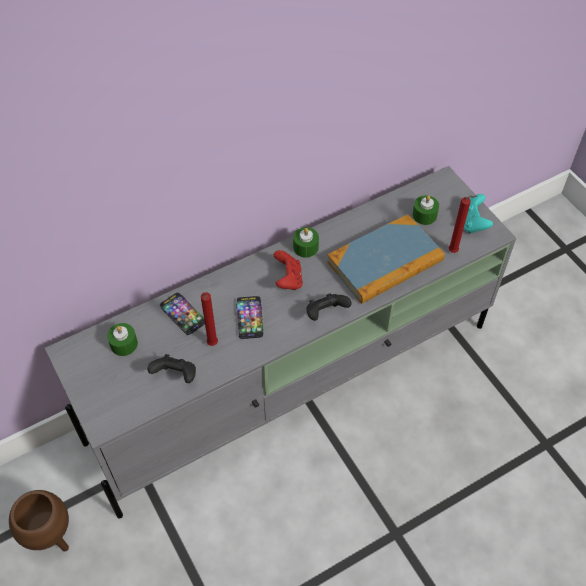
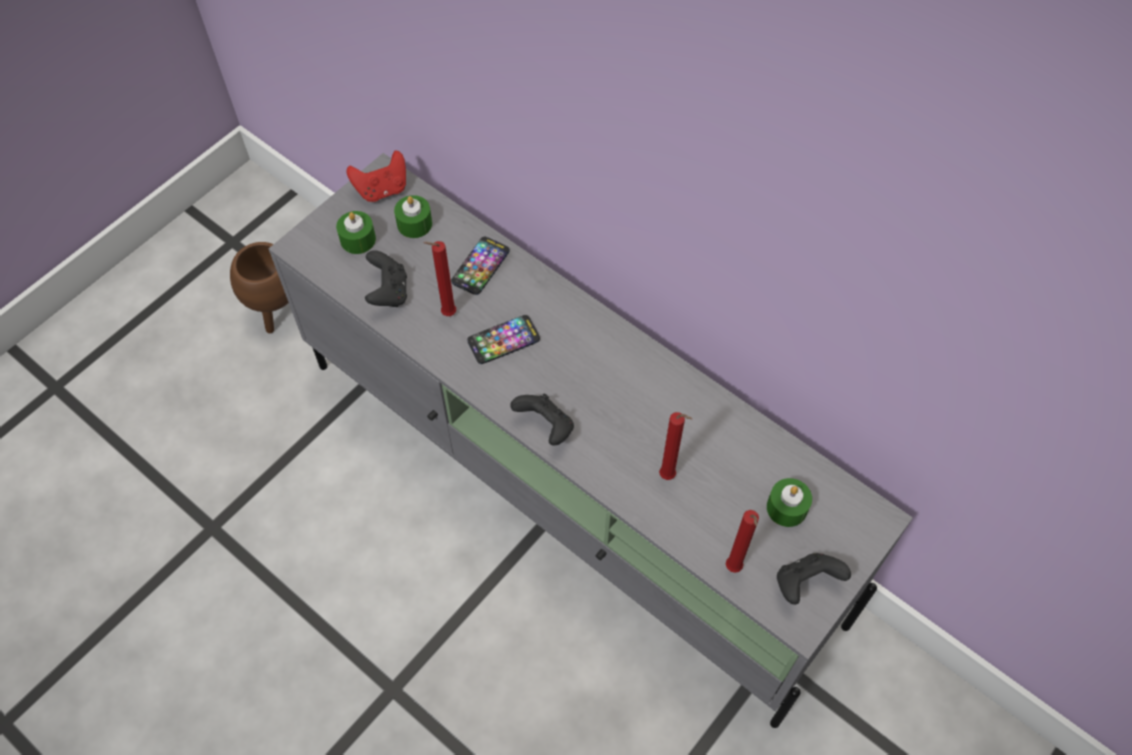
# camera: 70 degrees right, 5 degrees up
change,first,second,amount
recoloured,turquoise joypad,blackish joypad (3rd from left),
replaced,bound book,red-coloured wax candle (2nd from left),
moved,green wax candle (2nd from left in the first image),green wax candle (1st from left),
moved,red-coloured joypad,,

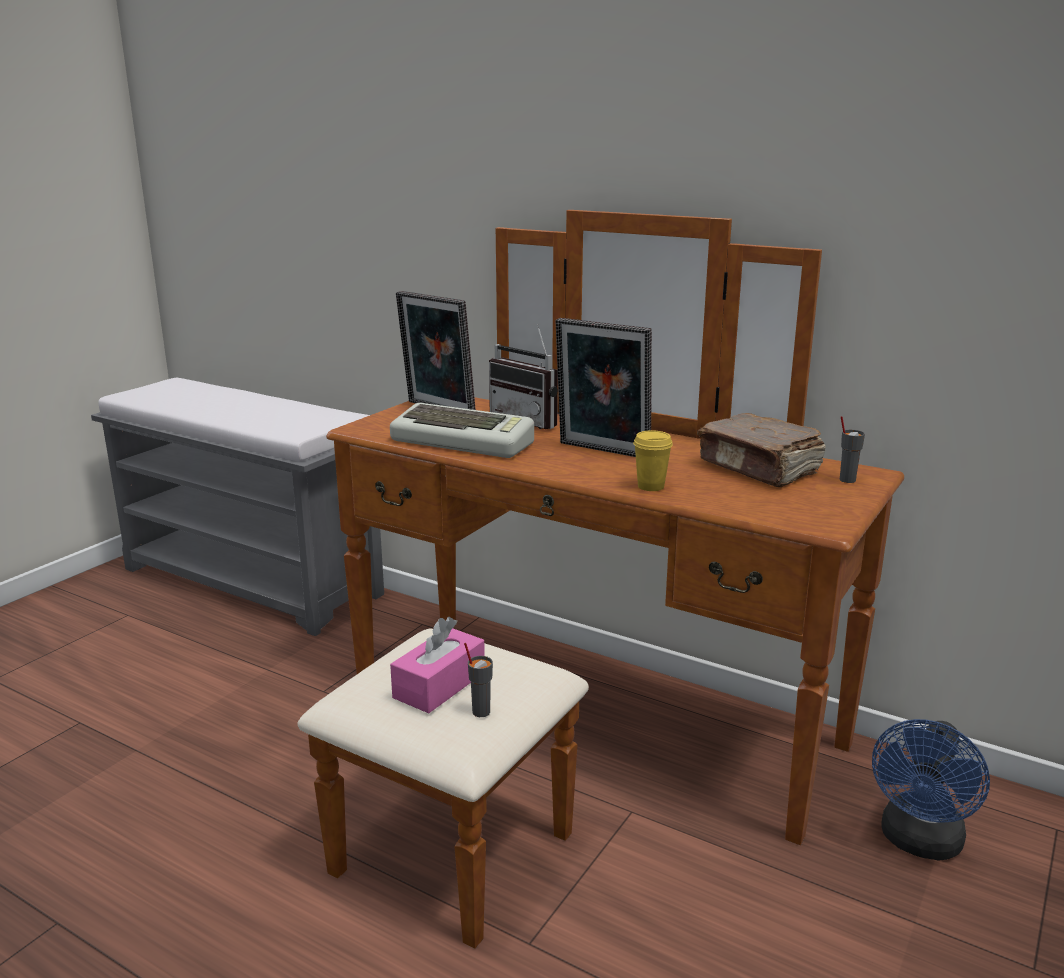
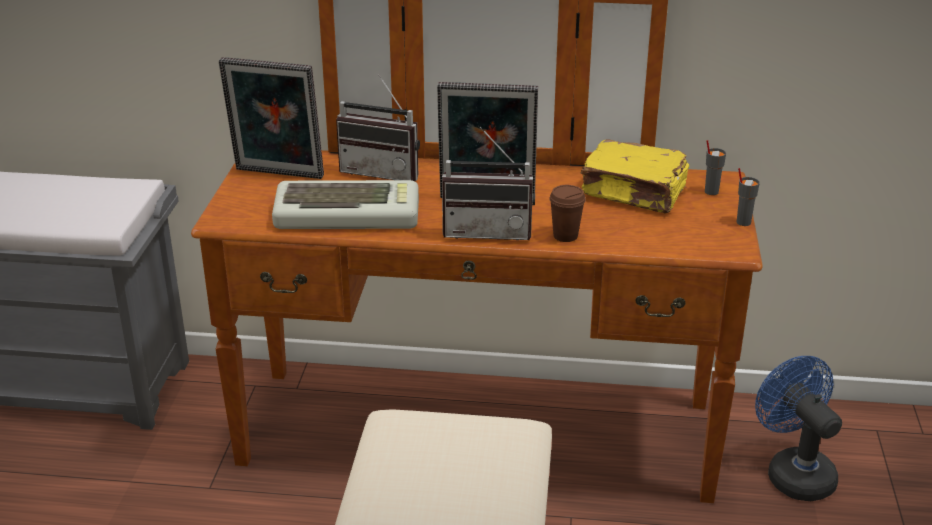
# camera: 25 degrees left, 10 degrees up
change,first,second,amount
recoloured,brown bound book,yellow-coloured bound book,
recoloured,yellow-coloured cup,brown cup,
removed,pink tissue holder,,
moved,greyish cup (1st from left in the first image),greyish cup (2nd from left),
turned,blue electric fan,,150 degrees clockwise
added,,radio set (2nd from left),

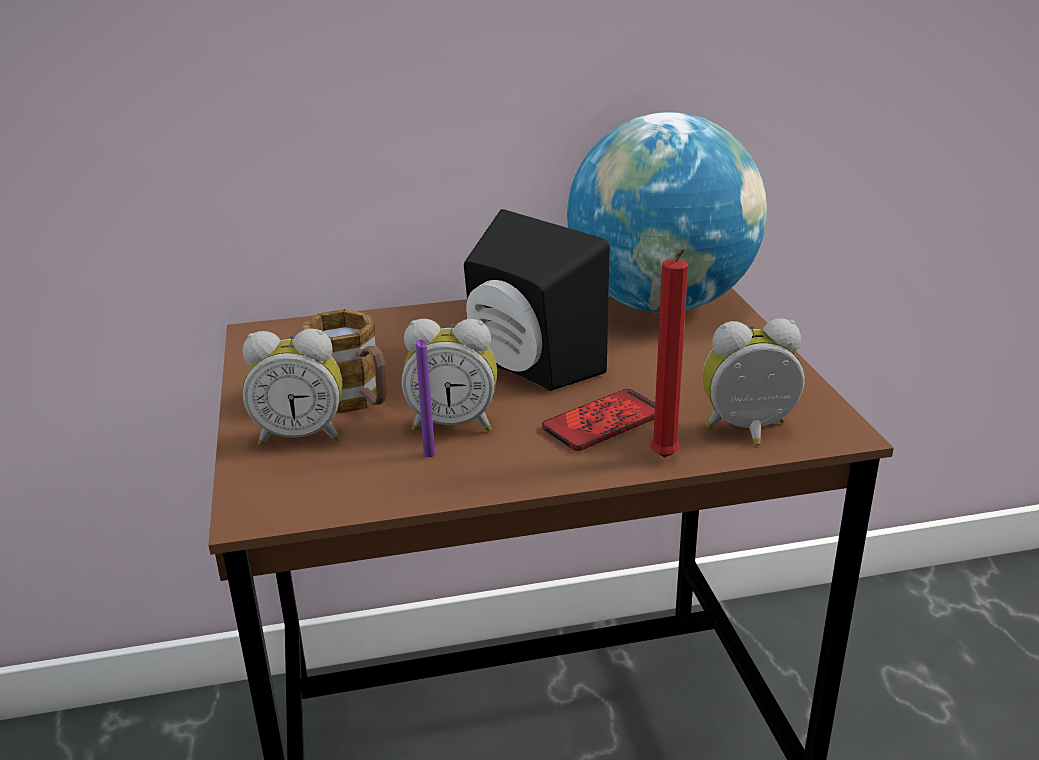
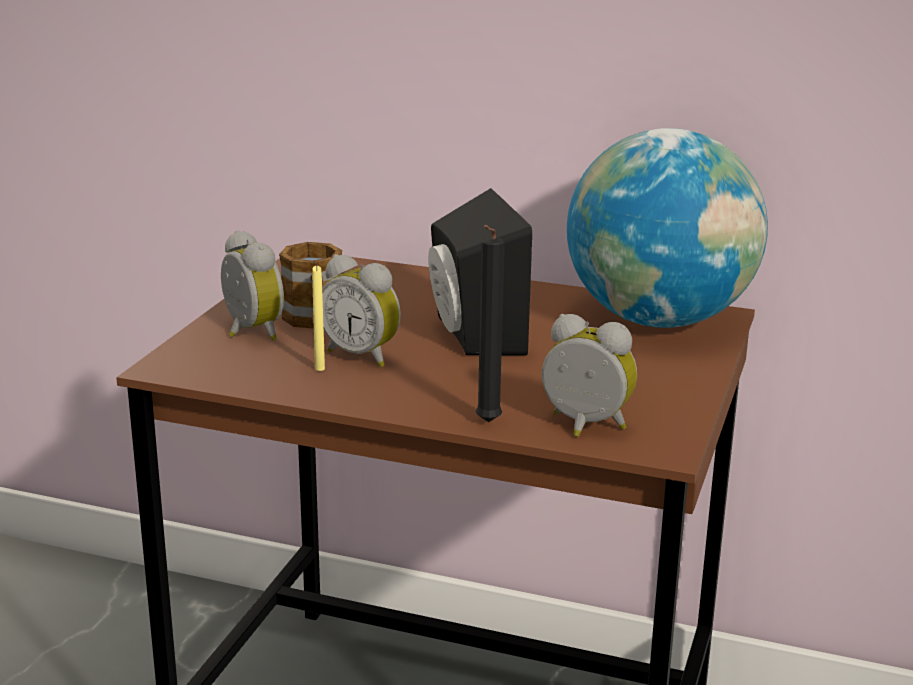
# camera: 30 degrees right, 5 degrees down
change,first,second,amount
recoloured,red-coloured wax candle,blackish wax candle,
turned,bedside clock (1st from left),,150 degrees counterclockwise
recoloured,purplish wax candle,yellow-coloured wax candle,
removed,handset,,

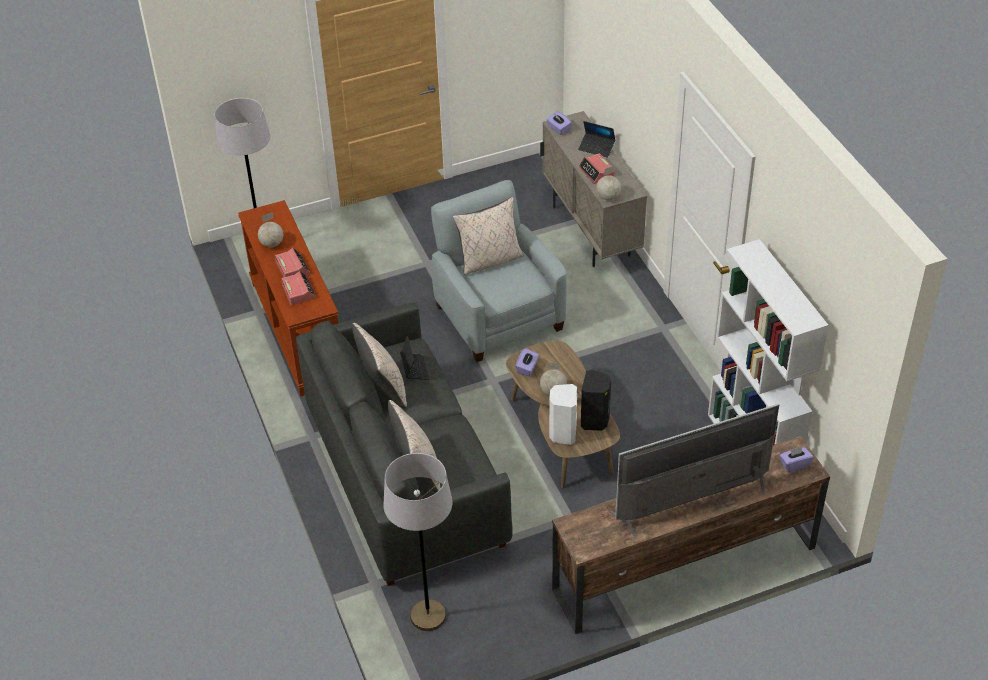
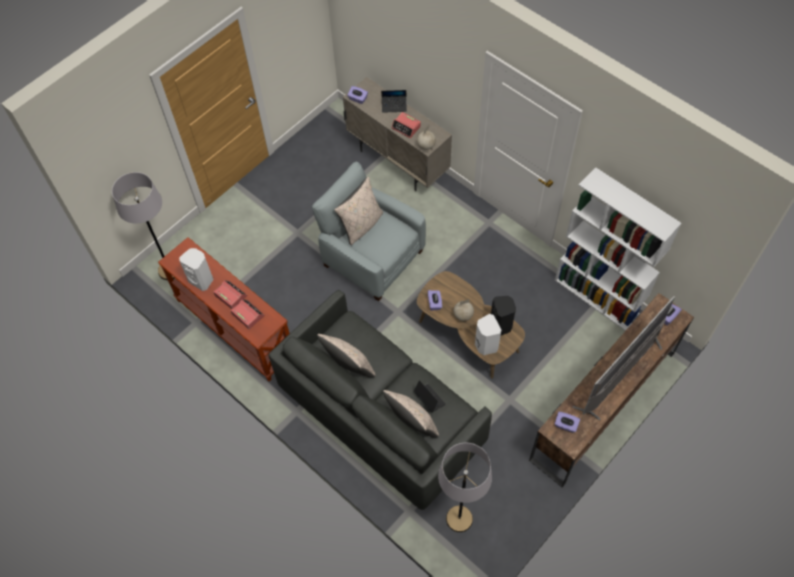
# camera: 25 degrees left, 15 degrees up
change,first,second,amount
replaced,world globe (1st from left),white loudspeaker (1st from left),
moved,laptop (1st from left in the first image),laptop (2nd from left),
added,,purplish tissue holder (3rd from left),

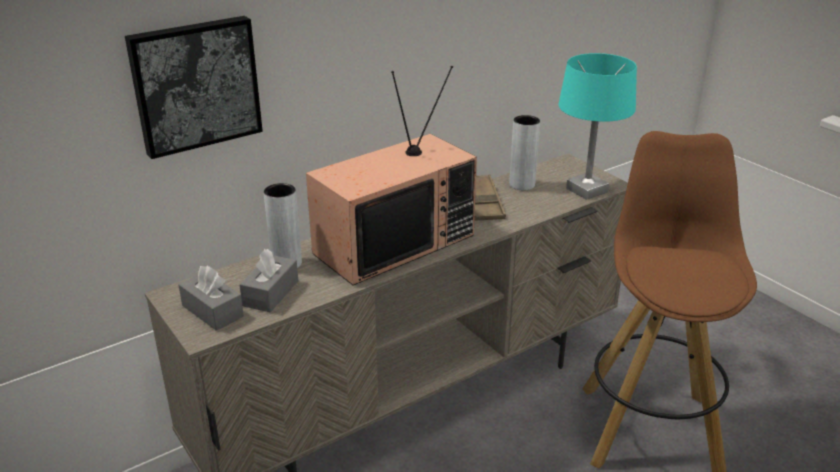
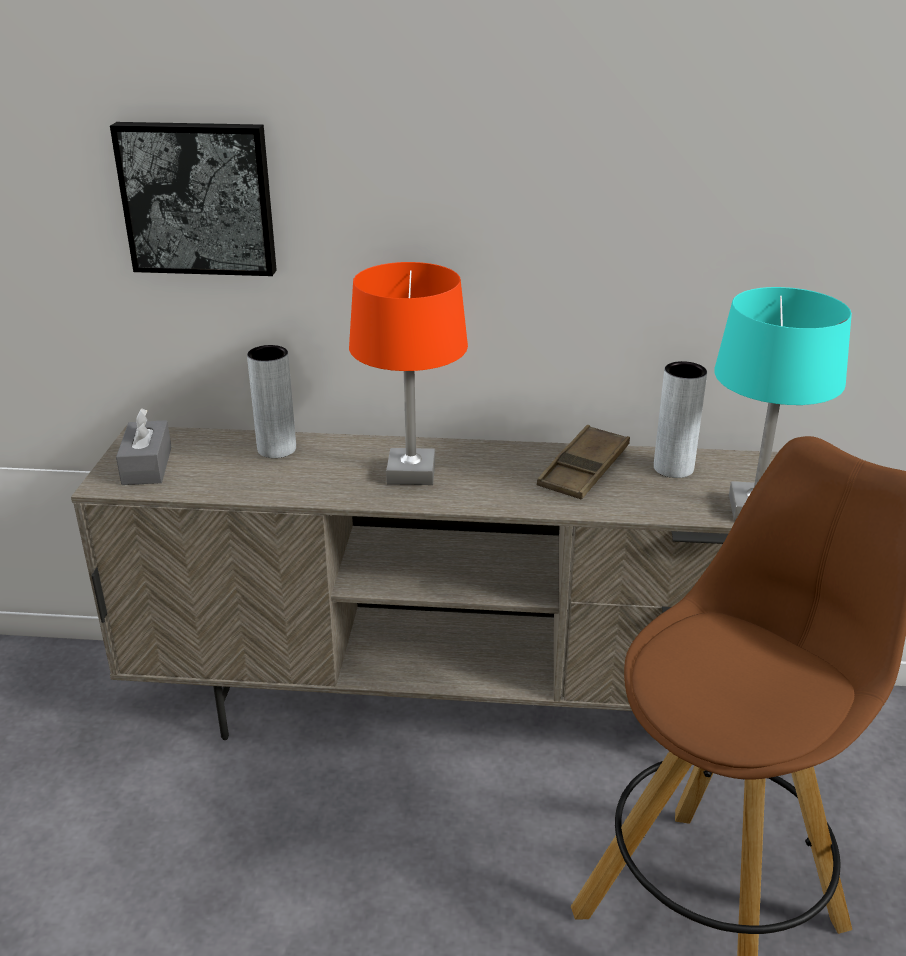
# camera: 40 degrees right, 0 degrees up
change,first,second,amount
replaced,television,orange tabletop lamp,
removed,greyish tissue holder (2nd from left),,

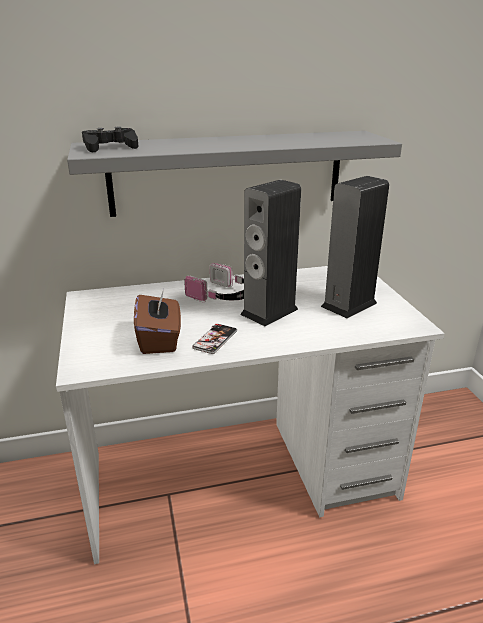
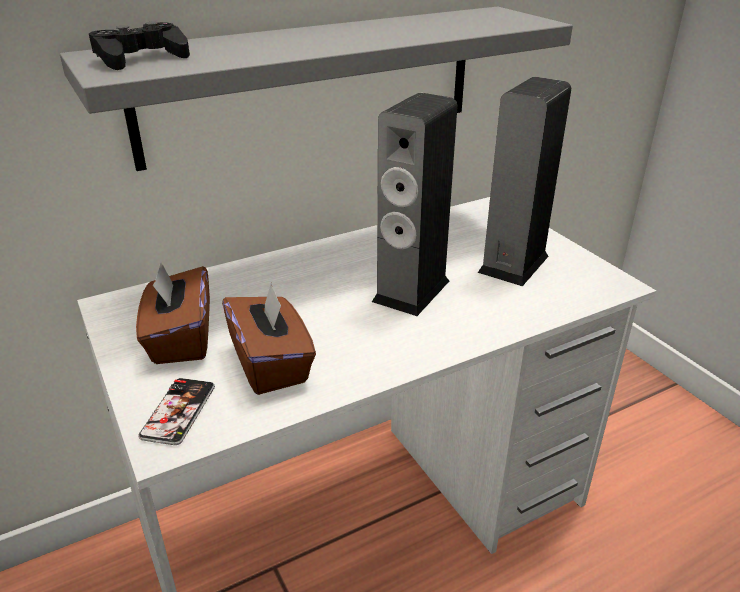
# camera: 15 degrees left, 5 degrees up
change,first,second,amount
removed,pair of headphones,,
moved,handset,,
added,,brown tissue holder (1st from left),

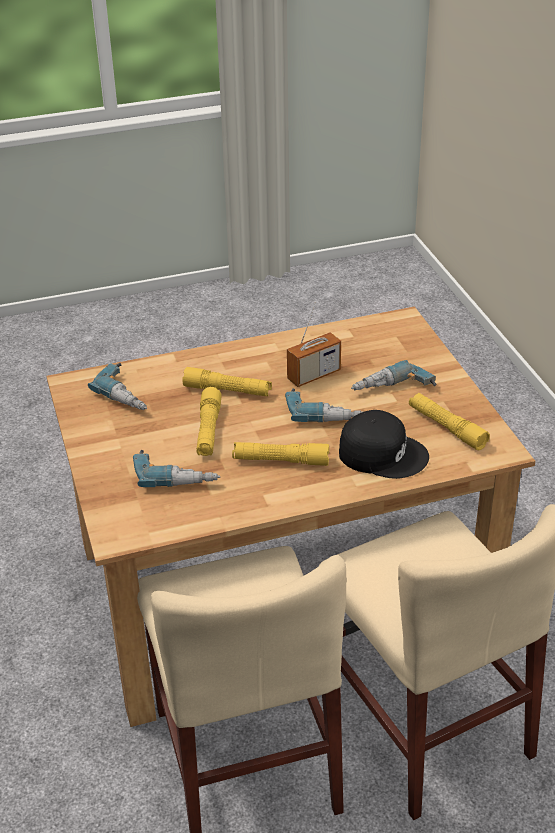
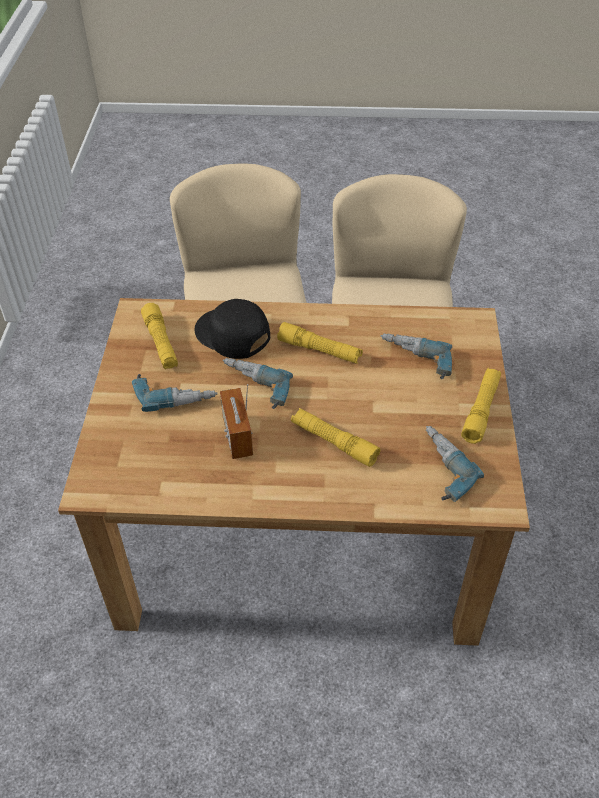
# camera: 160 degrees left, 10 degrees up
change,first,second,amount
turned,radio set,,90 degrees counterclockwise
moved,yellow-coloured torch (1st from left in the first image),yellow-coloured torch (4th from left),

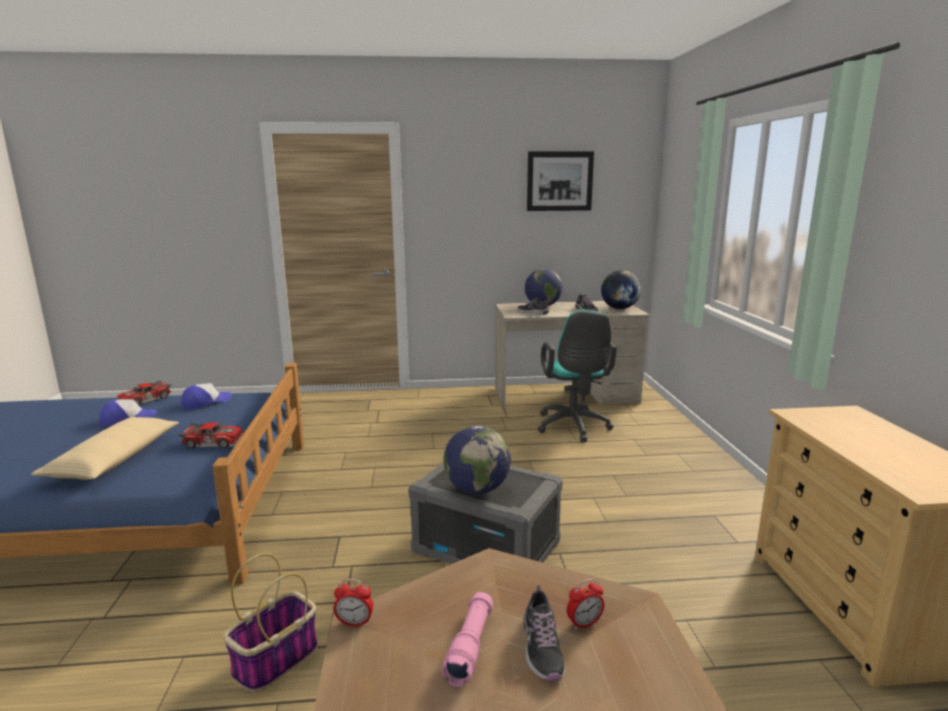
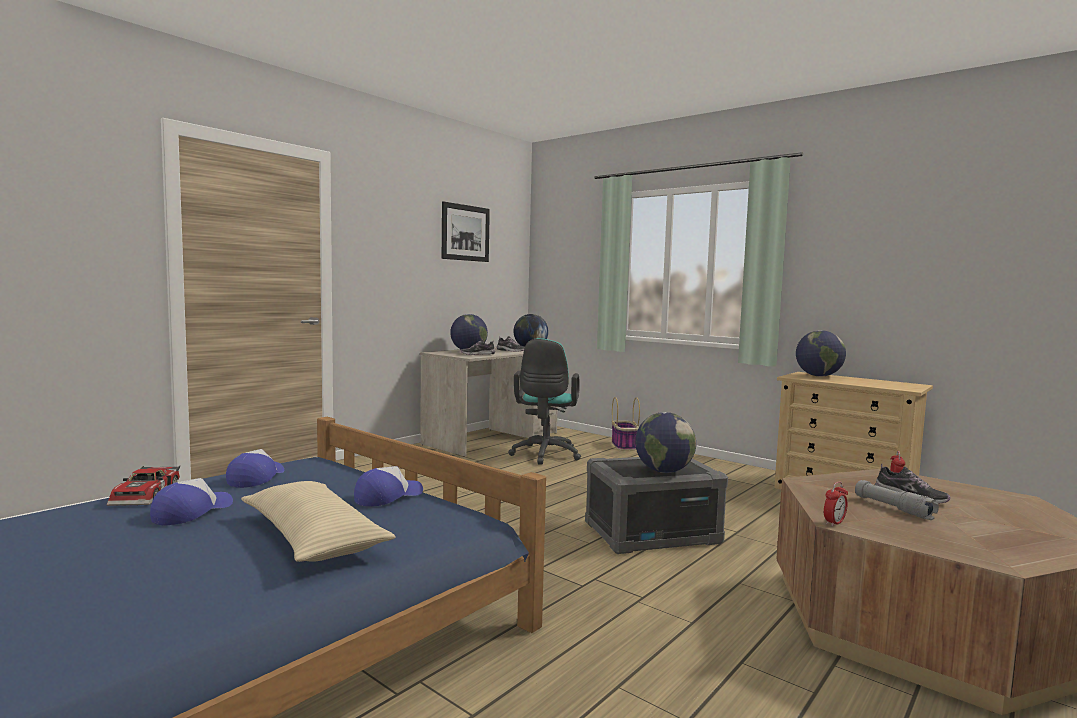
# camera: 45 degrees left, 10 degrees down
change,first,second,amount
turned,turquoise office chair,,60 degrees clockwise
replaced,toy car (2nd from left),peaked cap (3rd from left),
moved,storage basket,,
recoloured,pink torch,greyish torch,
added,,world globe (4th from left),

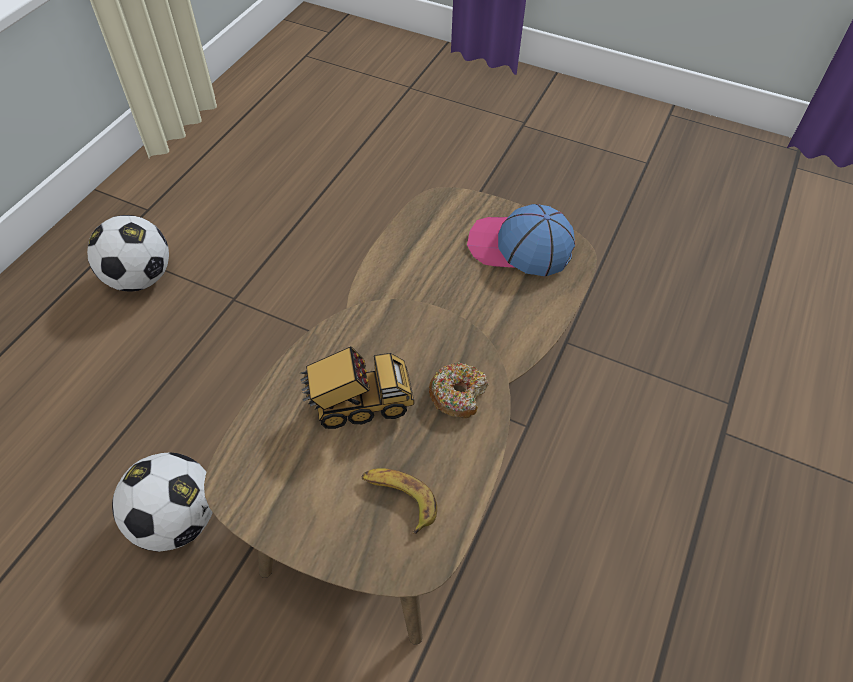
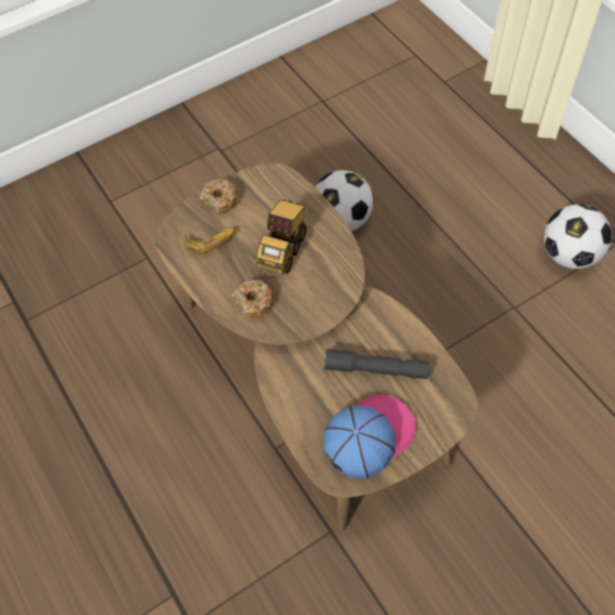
# camera: 125 degrees right, 5 degrees up
change,first,second,amount
added,,ring doughnut (1st from left),
added,,greyish torch,

